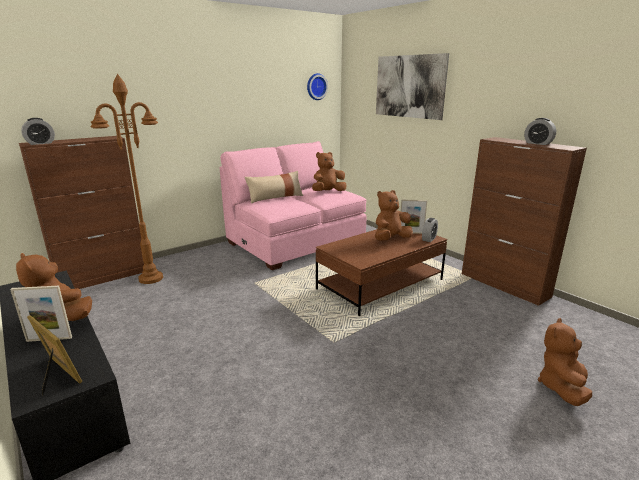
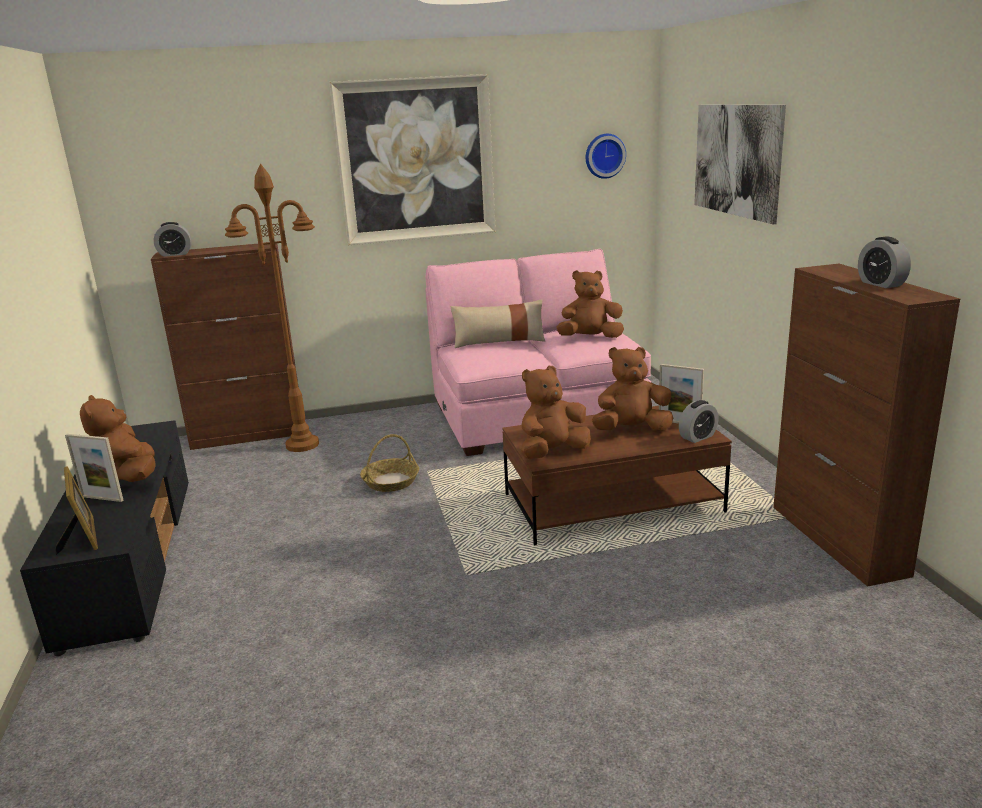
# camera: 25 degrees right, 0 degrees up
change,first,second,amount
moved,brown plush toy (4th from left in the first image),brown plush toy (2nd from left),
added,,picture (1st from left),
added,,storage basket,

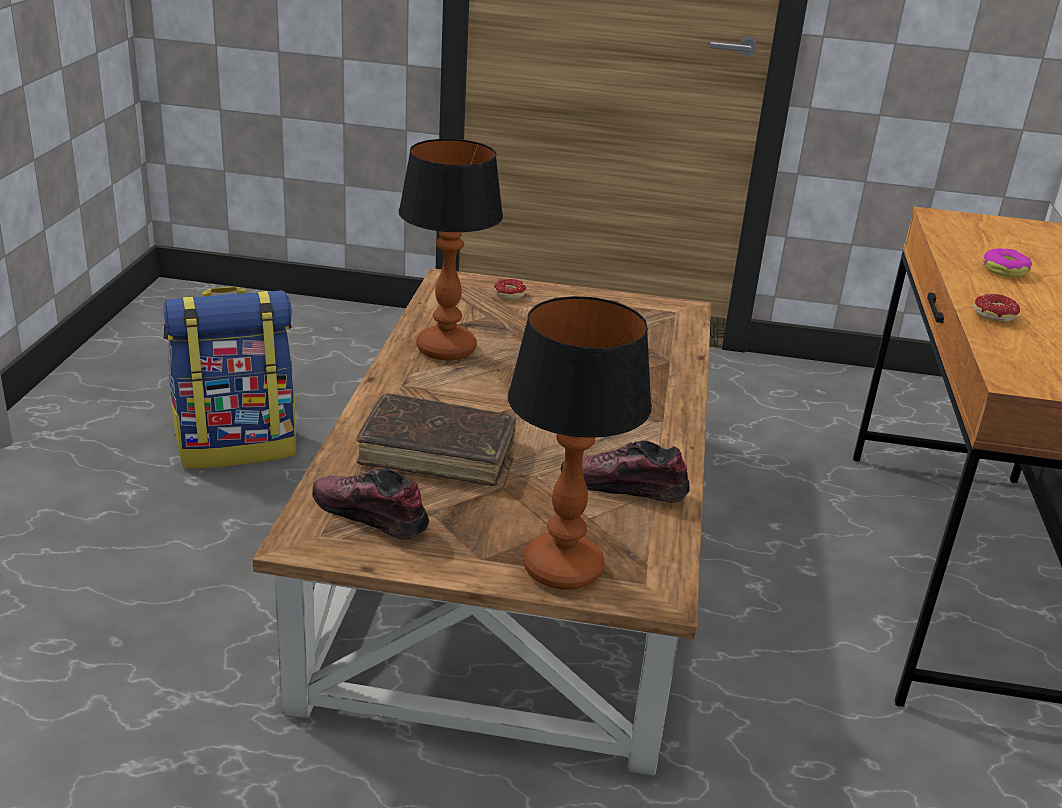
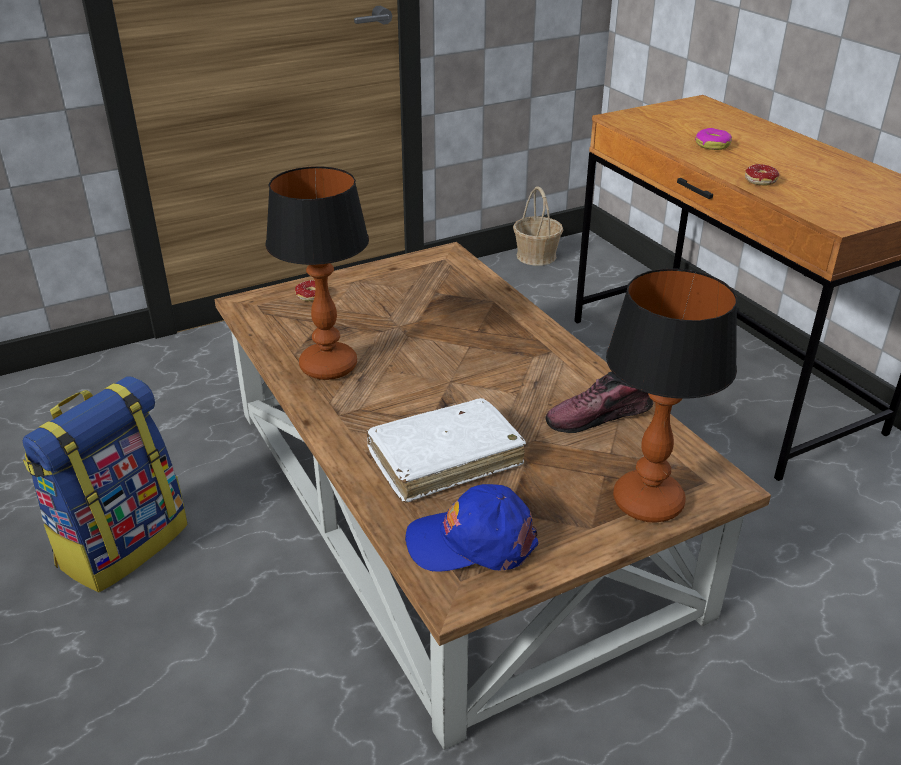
# camera: 35 degrees left, 5 degrees up
change,first,second,amount
recoloured,brown bound book,white bound book,
replaced,shoe (1st from left),blue peaked cap,
added,,storage basket,

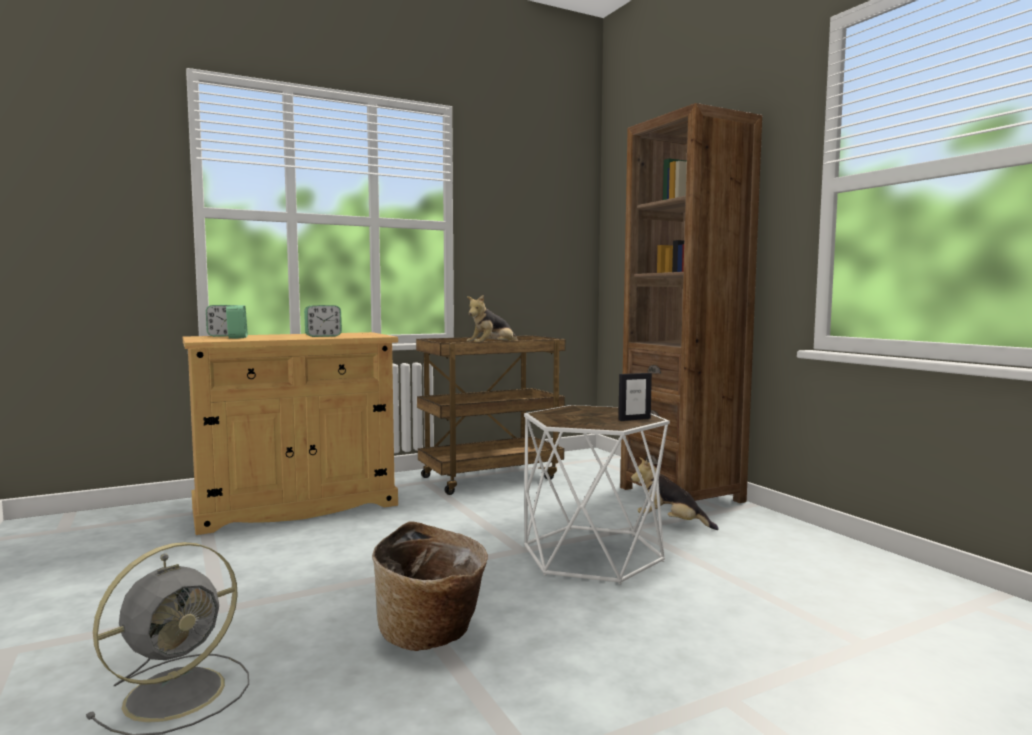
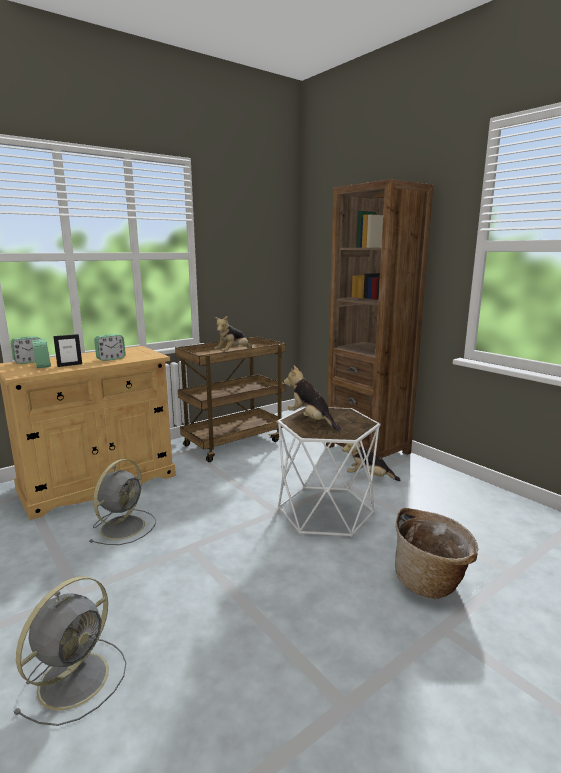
# camera: 10 degrees left, 10 degrees up
change,first,second,amount
moved,photo frame,,
moved,storage basket,,
added,,plush toy (2nd from left),
added,,greyish electric fan (2nd from left),

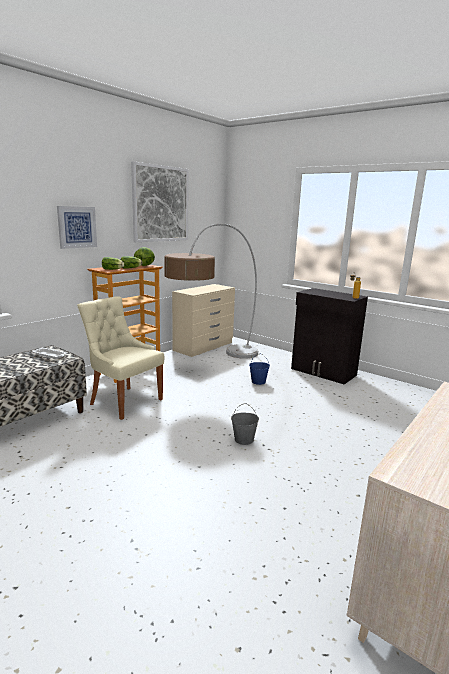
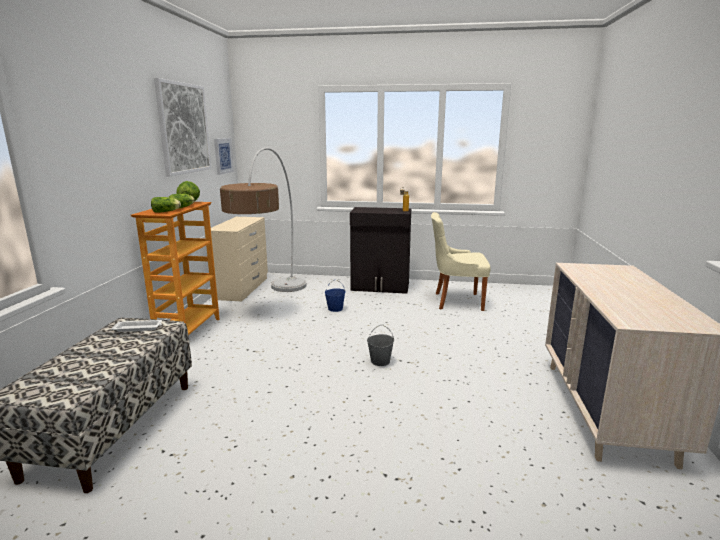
# camera: 30 degrees left, 0 degrees up
change,first,second,amount
moved,picture (1st from left in the first image),picture (2nd from left),
moved,sand-coloured chair,,

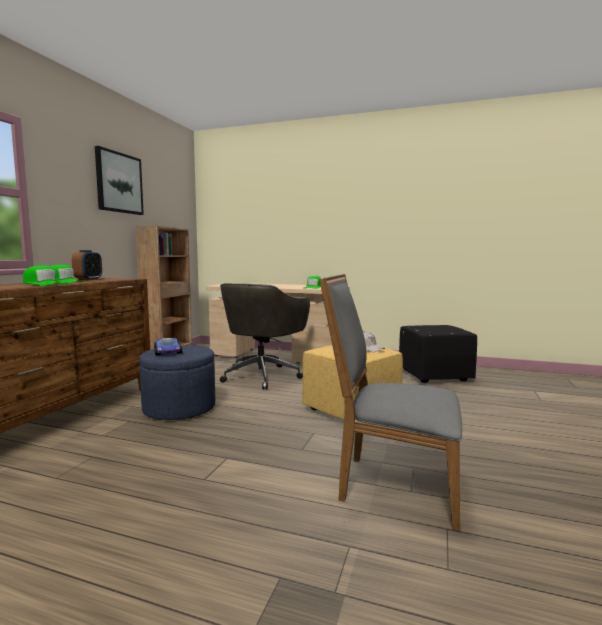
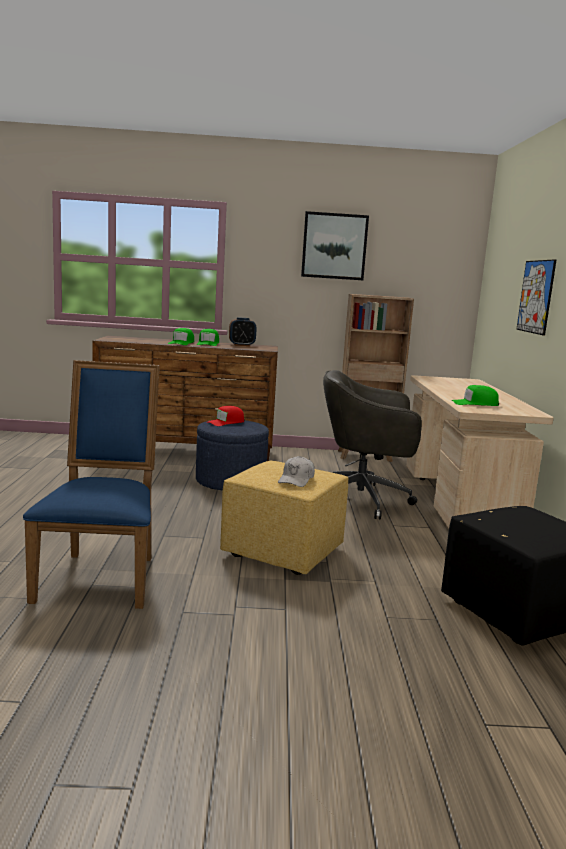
# camera: 70 degrees right, 5 degrees up
change,first,second,amount
recoloured,greyish chair,blue chair,
replaced,toy car,red-coloured peaked cap,
added,,picture (2nd from left),

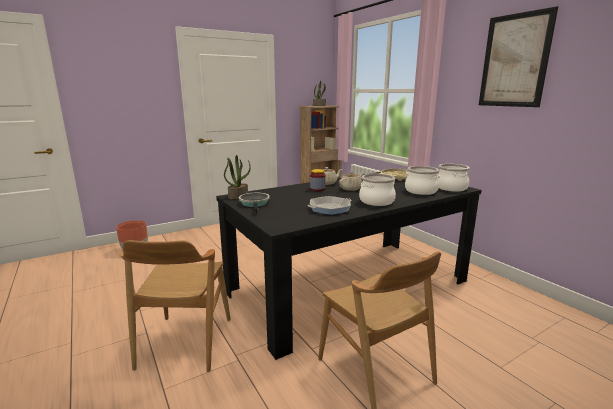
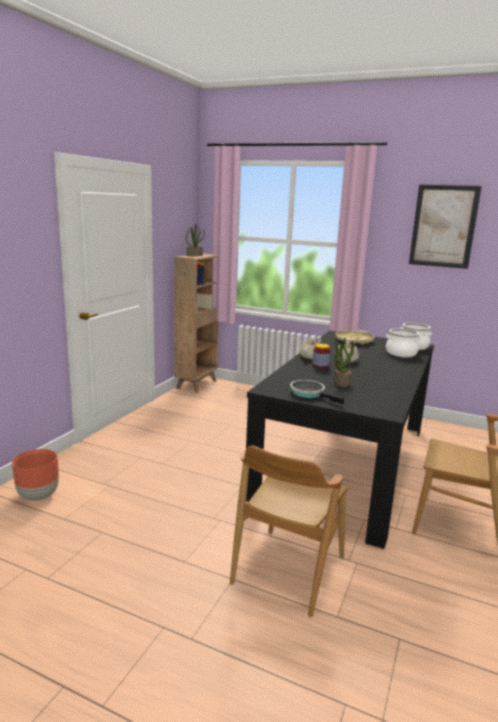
# camera: 35 degrees left, 0 degrees up
change,first,second,amount
moved,potted plant (1st from left in the first image),potted plant (2nd from left),
removed,stockpot (1st from left),,
removed,skillet (2nd from left),,
turned,brown chair (1st from left),,60 degrees clockwise

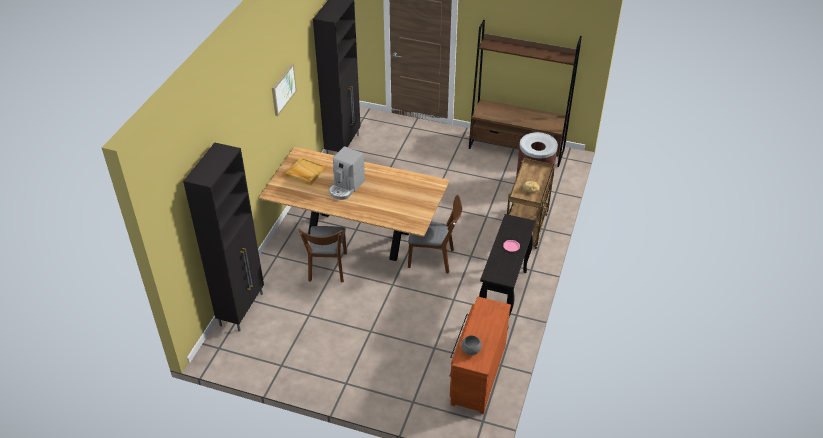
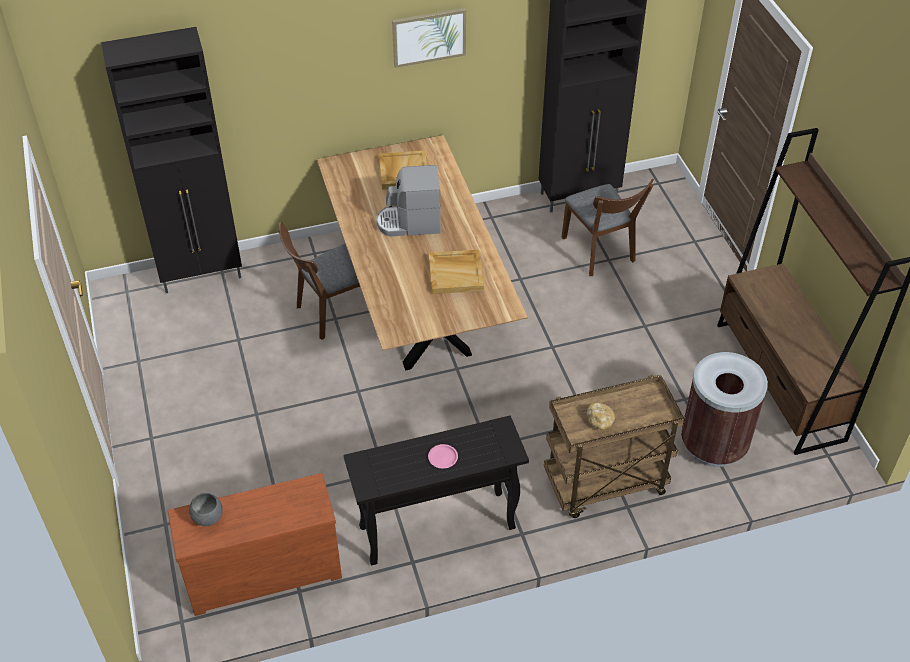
# camera: 55 degrees right, 5 degrees up
change,first,second,amount
moved,brown chair (2nd from left),,
added,,sand-coloured serving tray (2nd from left),

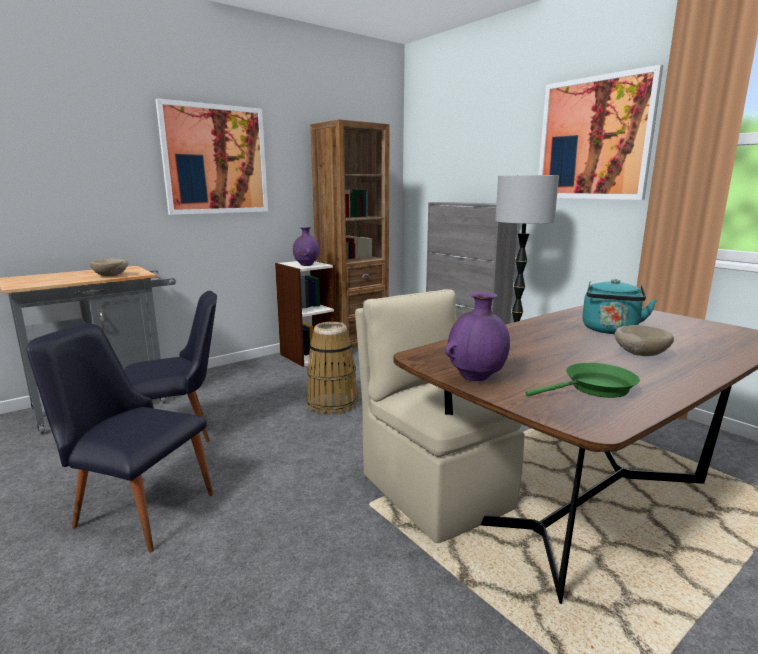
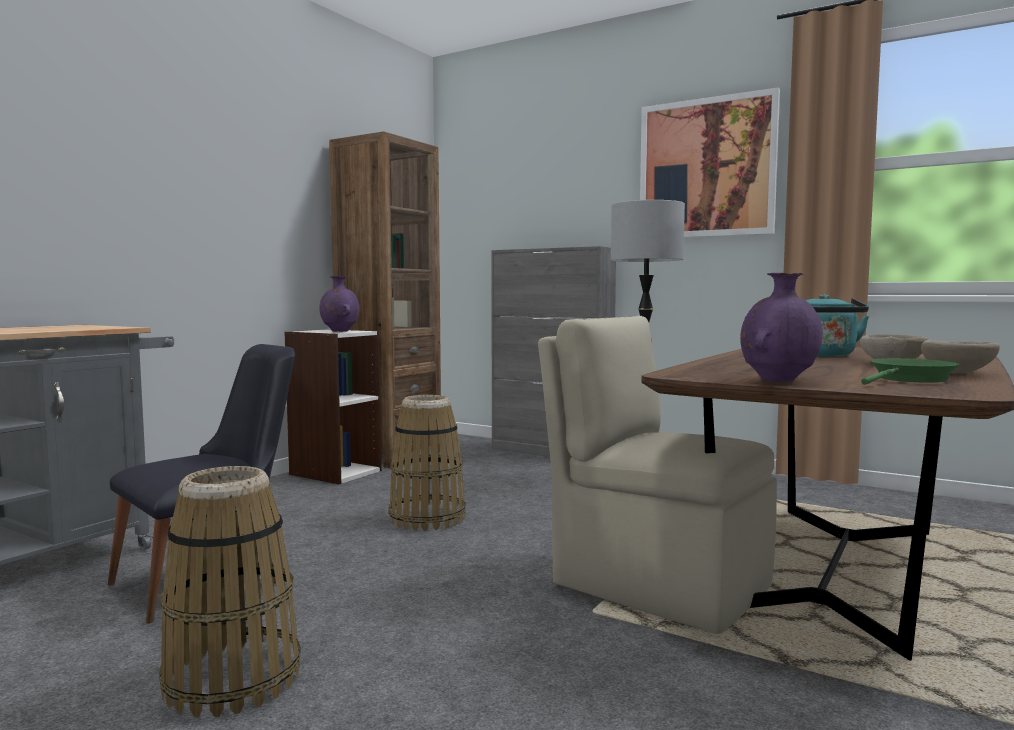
# camera: 20 degrees left, 10 degrees down
change,first,second,amount
removed,picture (1st from left),,
moved,sand-coloured serving bowl (1st from left in the first image),sand-coloured serving bowl (2nd from left),
replaced,blackish chair (1st from left),storage basket (1st from left),

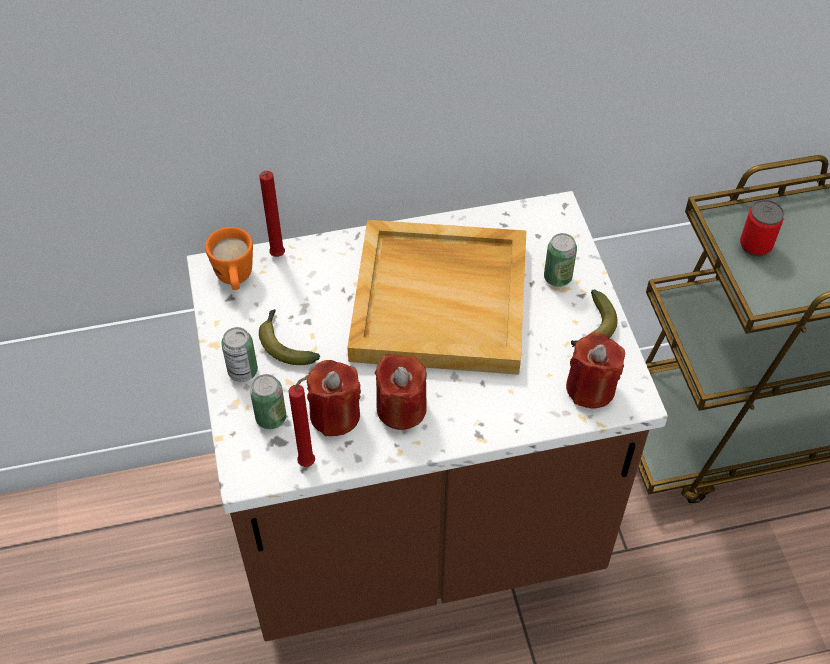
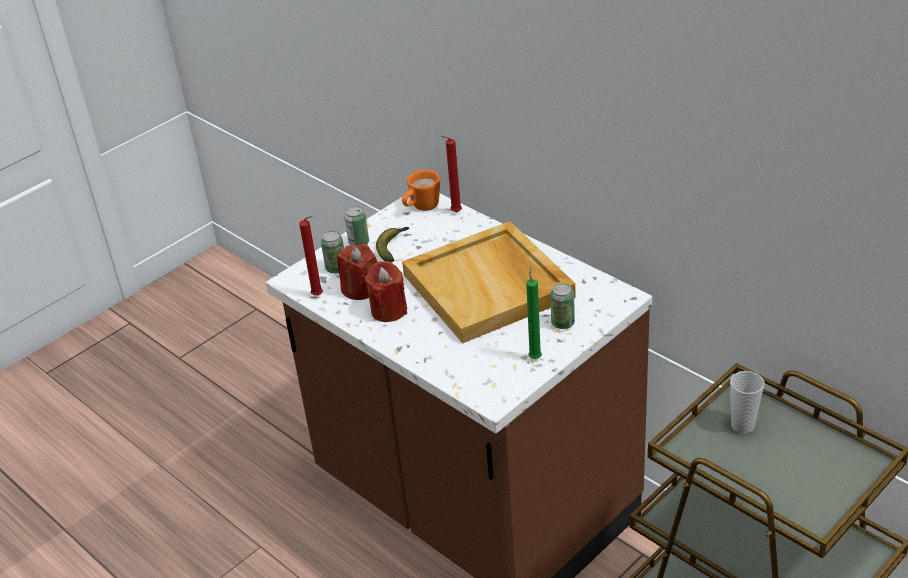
# camera: 60 degrees right, 15 degrees down
change,first,second,amount
replaced,can (4th from left),cup,
replaced,whole banana (2nd from left),green wax candle,
removed,red-coloured wax candle (5th from left),,

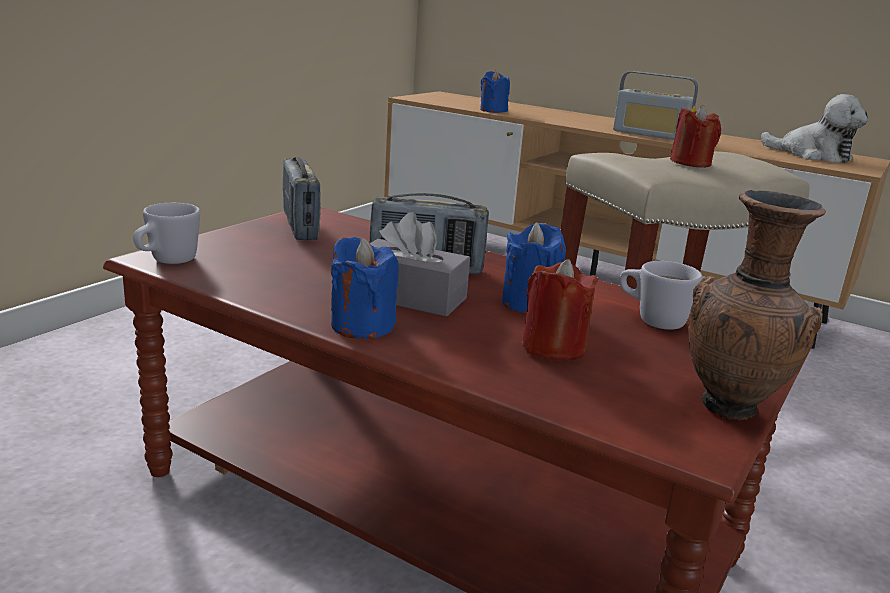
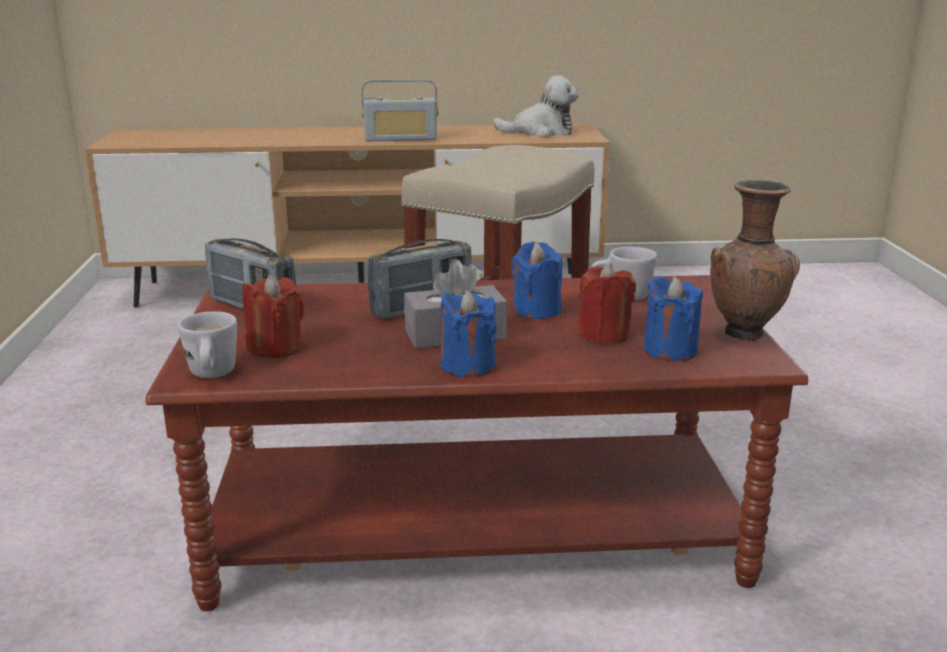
# camera: 35 degrees left, 0 degrees up
change,first,second,amount
moved,blue wax candle (2nd from left in the first image),blue wax candle (3rd from left),
moved,red-coloured wax candle (2nd from left in the first image),red-coloured wax candle (1st from left),

